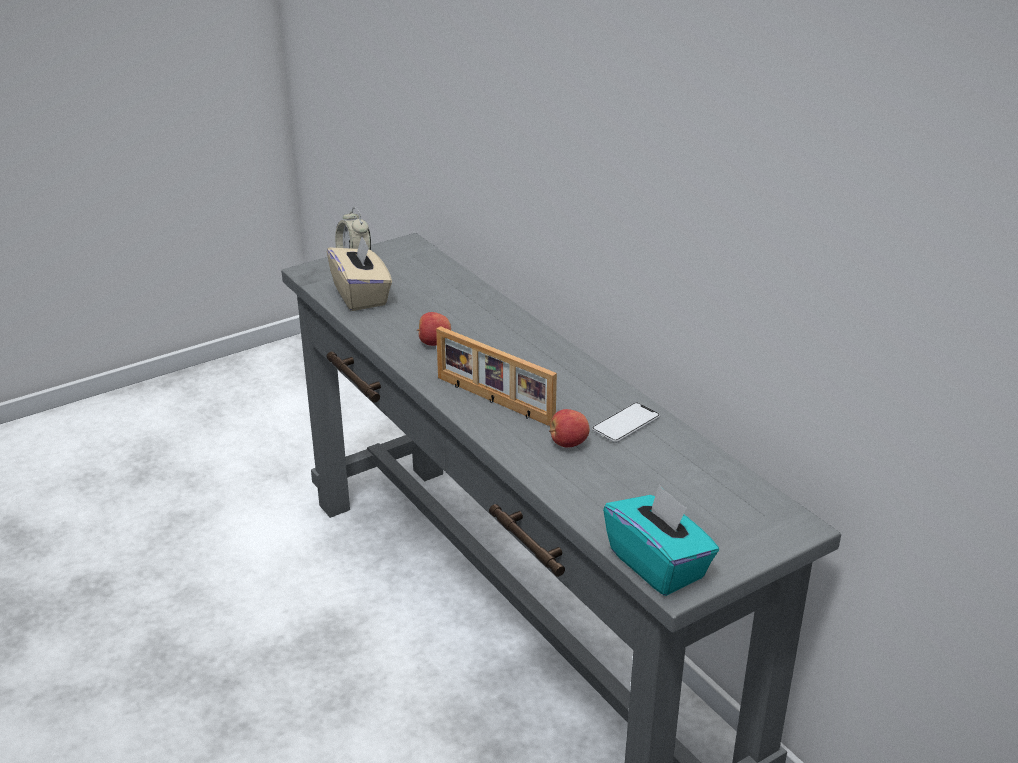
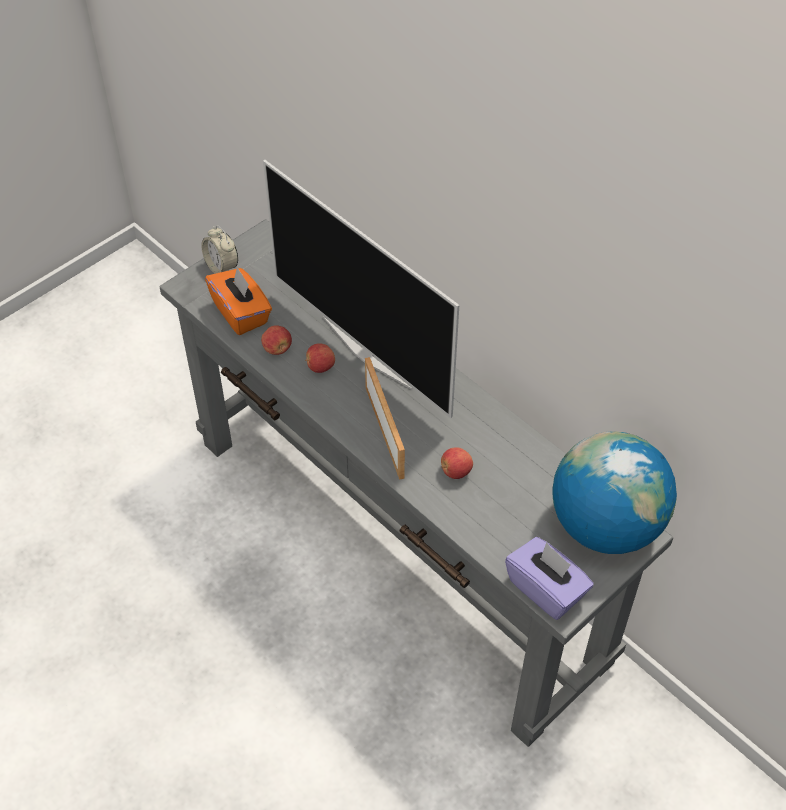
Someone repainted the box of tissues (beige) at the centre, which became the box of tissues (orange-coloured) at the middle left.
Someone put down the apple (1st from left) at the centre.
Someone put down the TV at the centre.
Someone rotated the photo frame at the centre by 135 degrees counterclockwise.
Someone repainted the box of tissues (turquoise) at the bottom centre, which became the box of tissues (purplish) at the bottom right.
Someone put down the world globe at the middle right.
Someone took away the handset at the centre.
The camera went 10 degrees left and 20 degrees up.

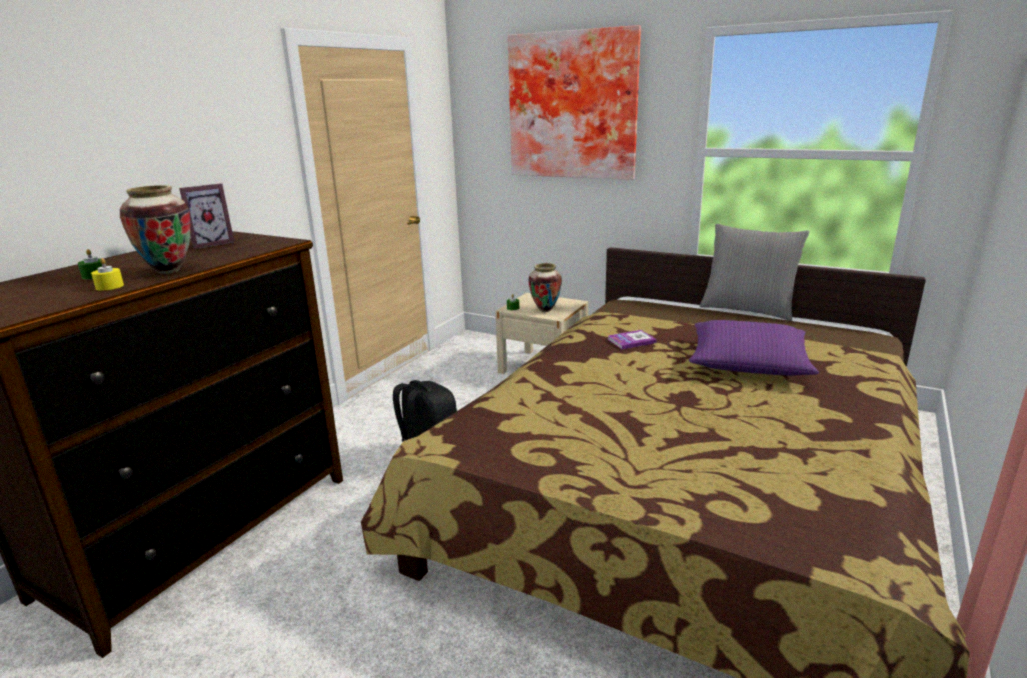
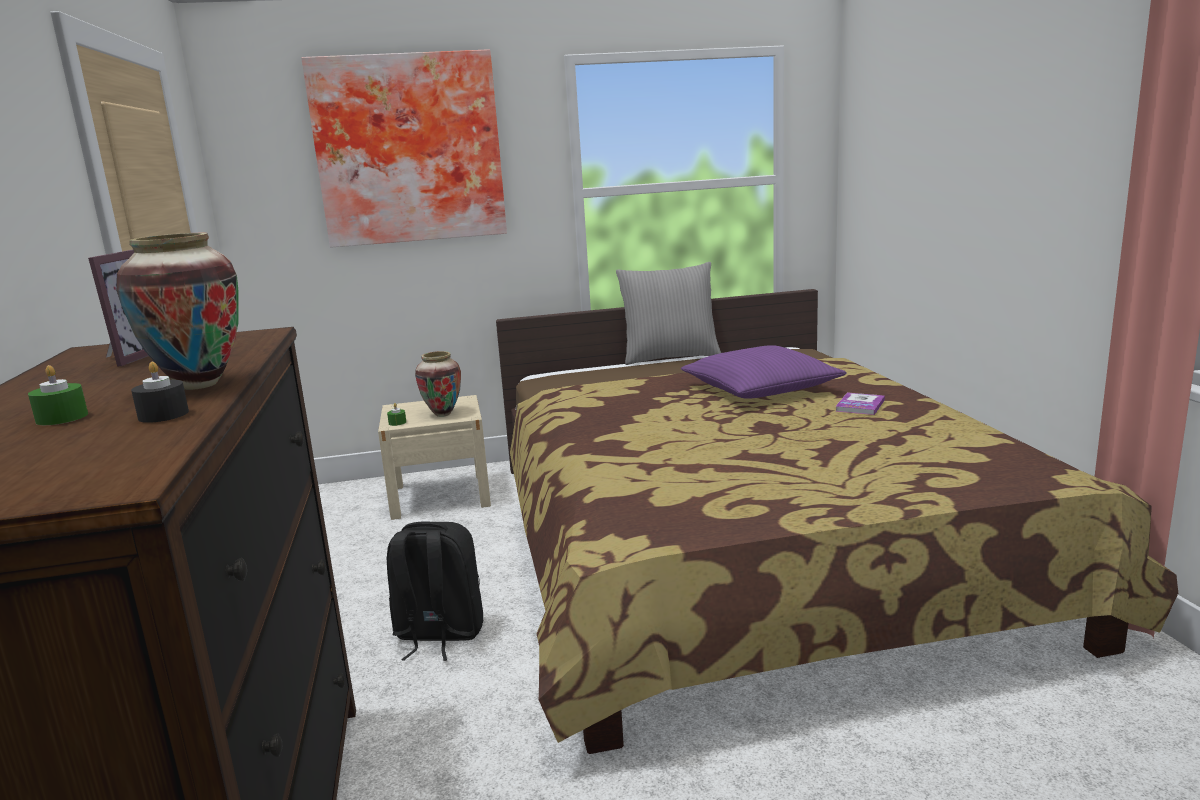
Someone repainted the candle (yellow) at the middle left, which became the candle (blackish) at the middle left.
Someone carried the bound book from the centre to the middle right.
The camera went 40 degrees left and 5 degrees down.

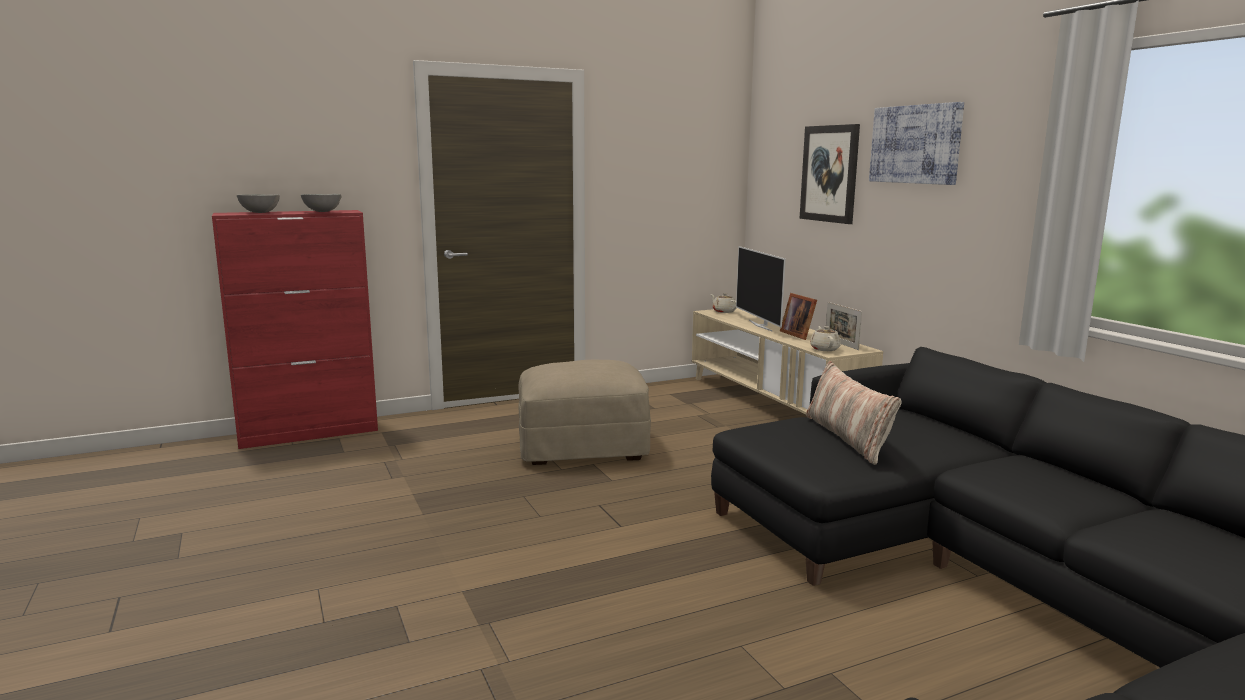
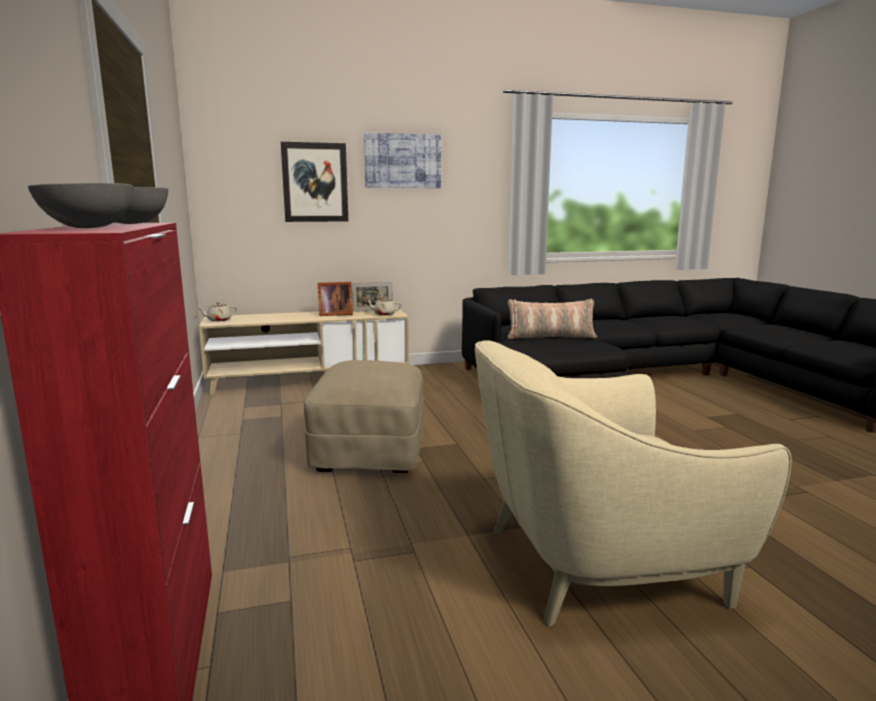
Someone put down the armchair (beige) at the bottom right.
Someone took away the TV at the centre.
The camera went 80 degrees left and 0 degrees up.

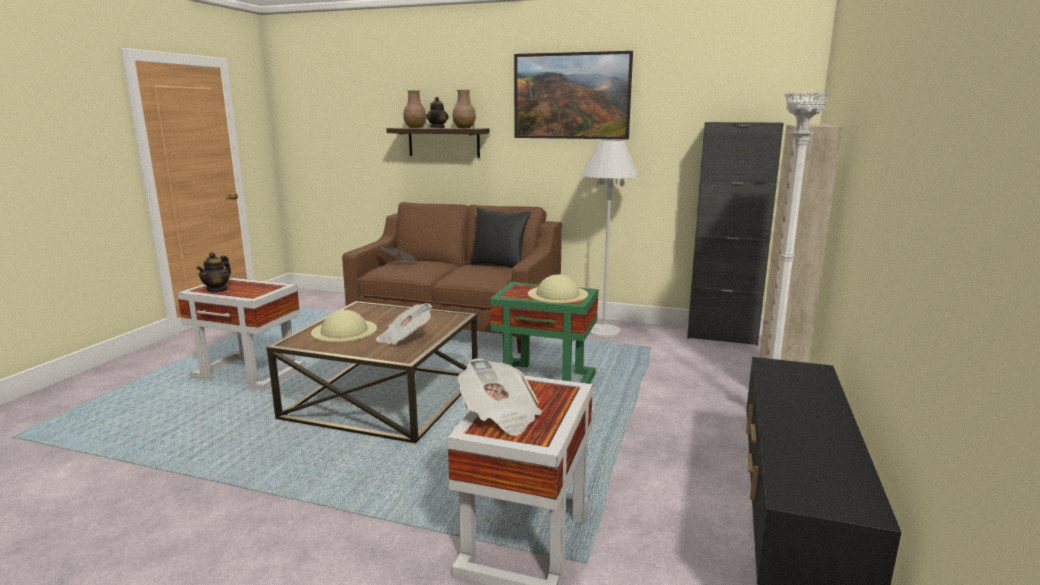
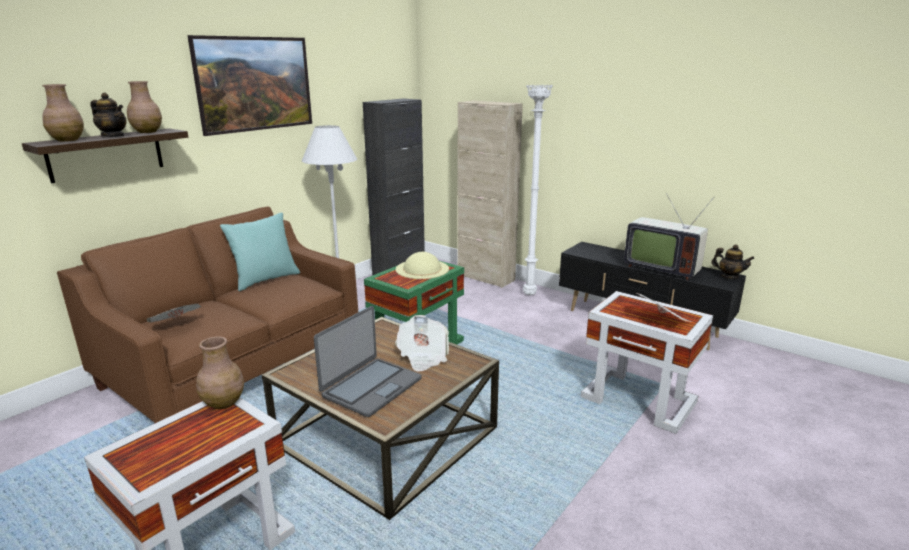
Someone put down the decorative vase (brownish) (3rd from left) at the bottom left.
Someone repainted the cushion (blackish) at the centre, which became the cushion (turquoise) at the middle left.
Someone swapped the wearable hat (beige) (1st from left) at the middle left for the laptop at the centre.
Someone put down the TV at the middle right.
Someone carried the teapot (1st from left in the first image) from the middle left to the middle right.
The camera went 70 degrees left and 5 degrees up.

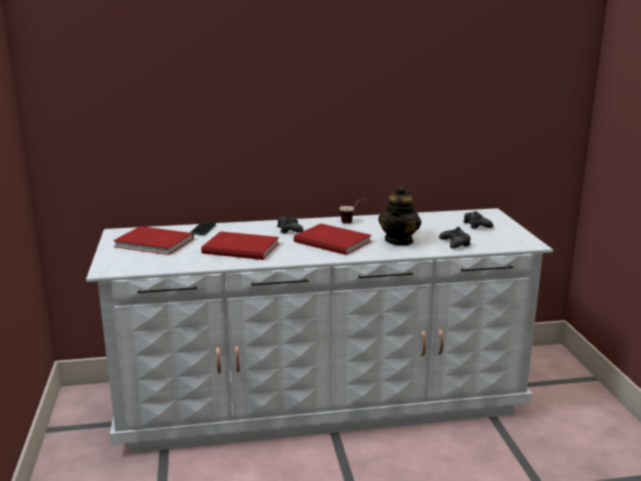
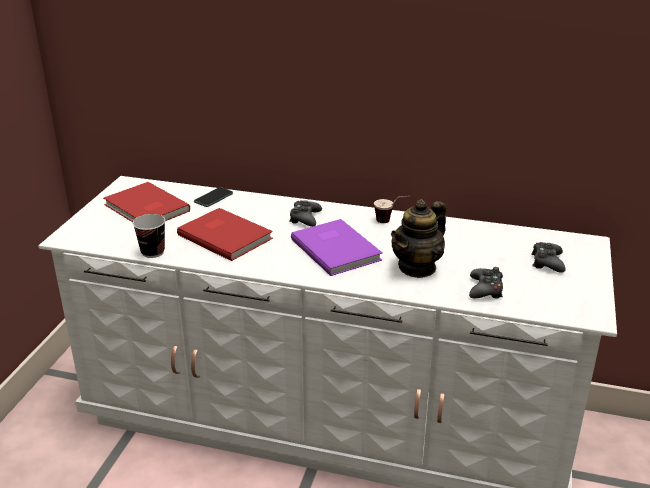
Someone put down the cup (1st from left) at the middle left.
Someone repainted the bound book (red-coloured) (3rd from left) at the centre, which became the bound book (purplish) at the centre.
The camera went 25 degrees right and 10 degrees up.

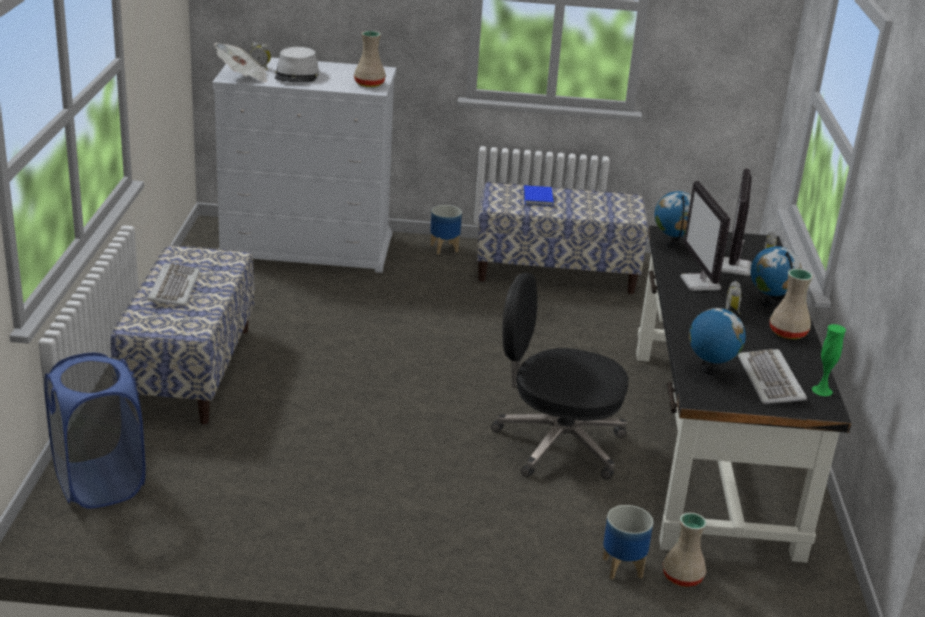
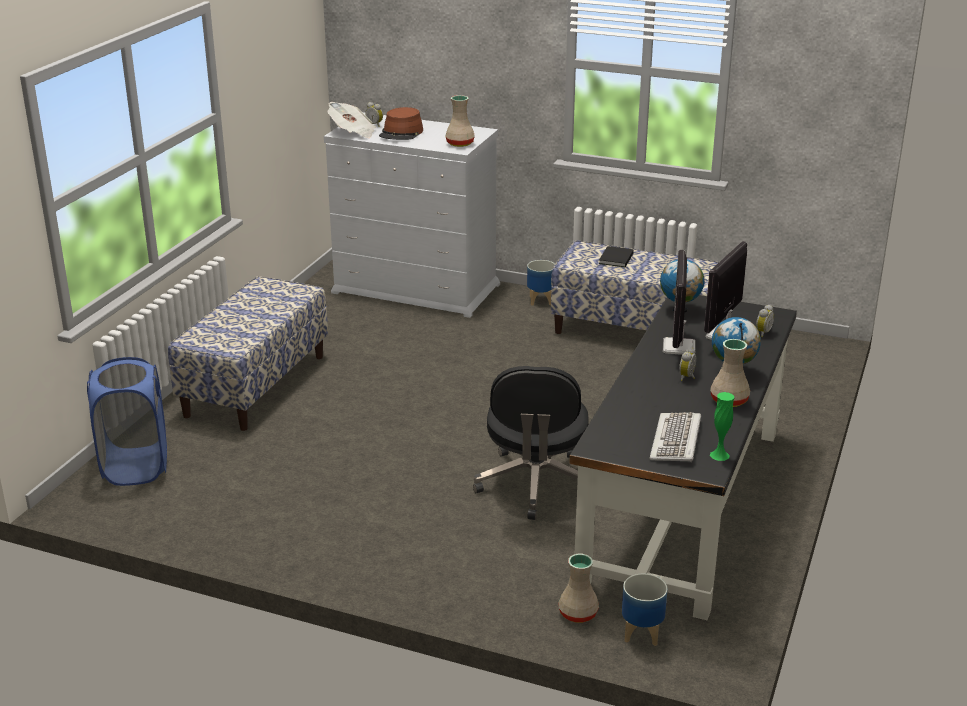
Someone repainted the wearable hat (greyish) at the top left, which became the wearable hat (brownish) at the top centre.
Someone rotated the desk chair (blackish) at the centre by 120 degrees counterclockwise.
Someone repainted the bound book (blue-coloured) at the top centre, which became the bound book (blackish) at the centre.
Someone carried the planter (2nd from left) from the bottom right to the bottom centre.
Someone took away the keyboard (1st from left) at the middle left.
Someone took away the world globe (2nd from left) at the middle right.
The camera went 20 degrees right and 0 degrees up.

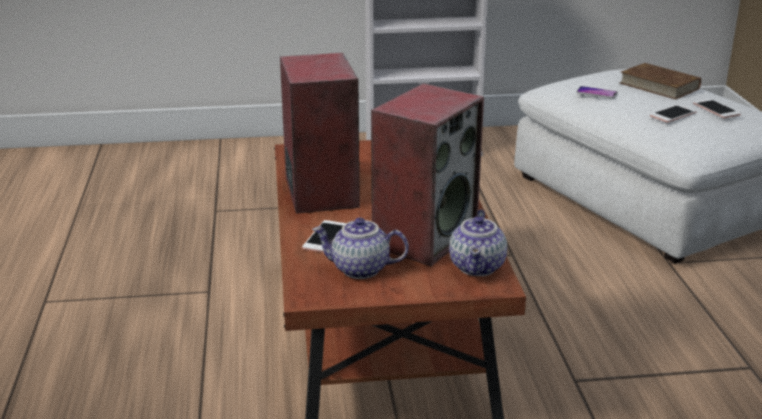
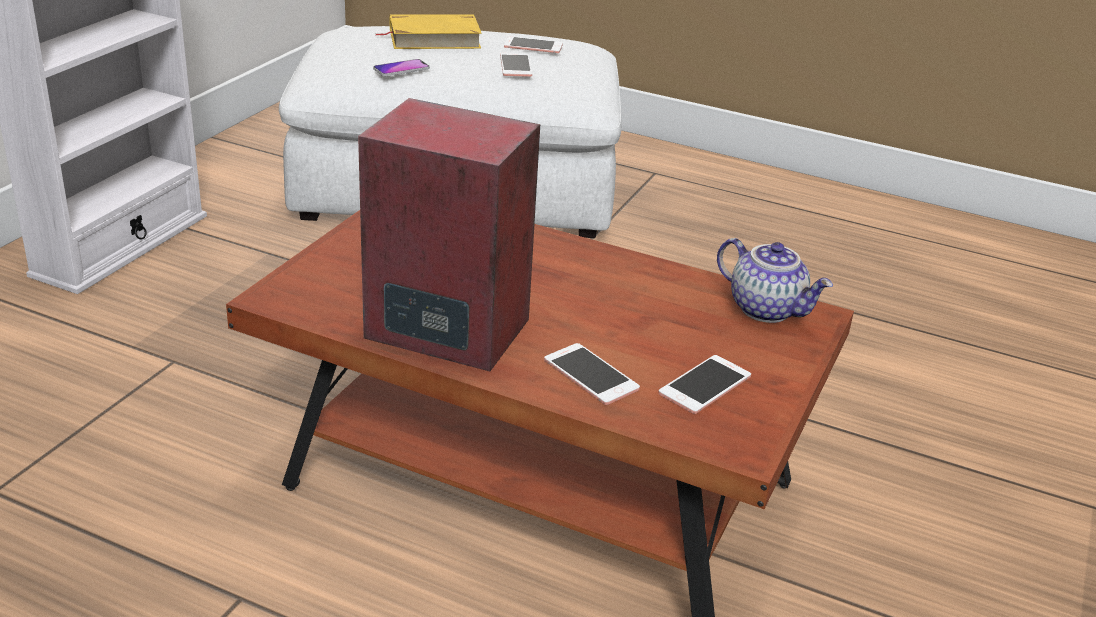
Someone repainted the bound book (brownish) at the top right, which became the bound book (yellow) at the top centre.
Someone swapped the teapot (1st from left) at the centre for the handset (5th from left) at the centre.
Someone took away the audio speaker (2nd from left) at the centre.
The camera went 60 degrees left and 5 degrees up.

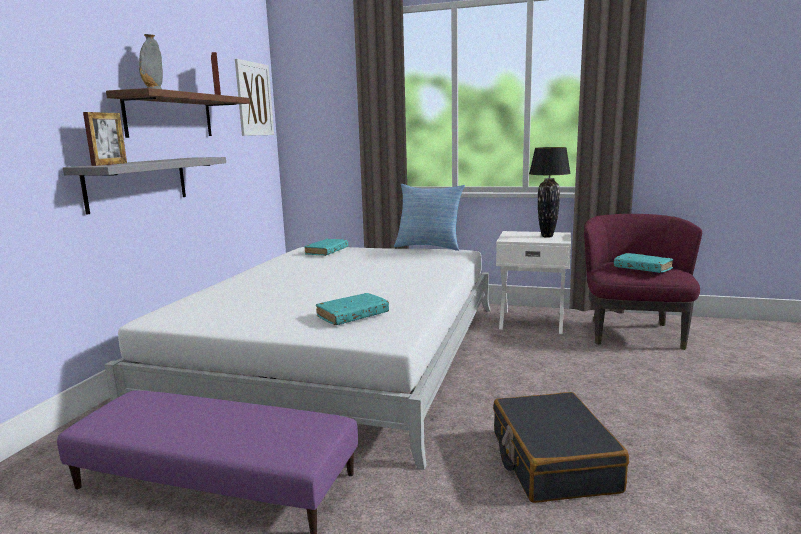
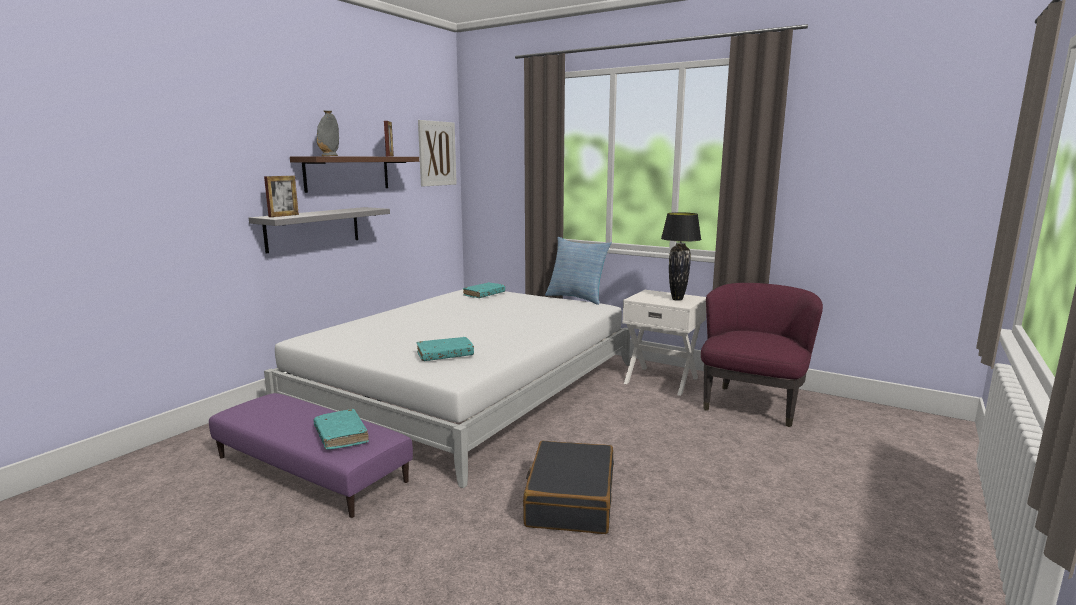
Someone carried the bound book (turquoise) (3rd from left in the first image) from the middle right to the bottom left.
The camera went 15 degrees right and 0 degrees up.

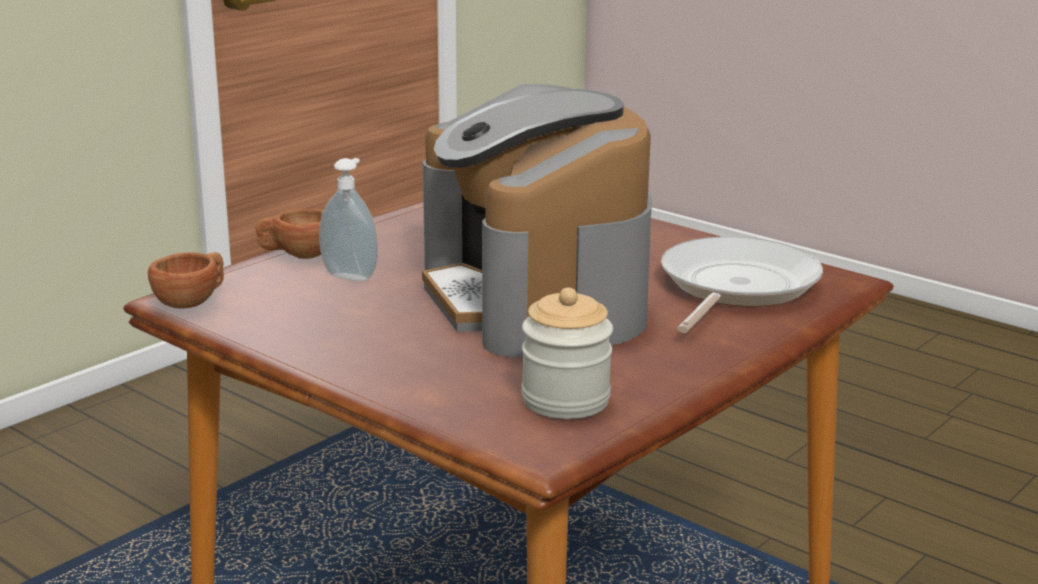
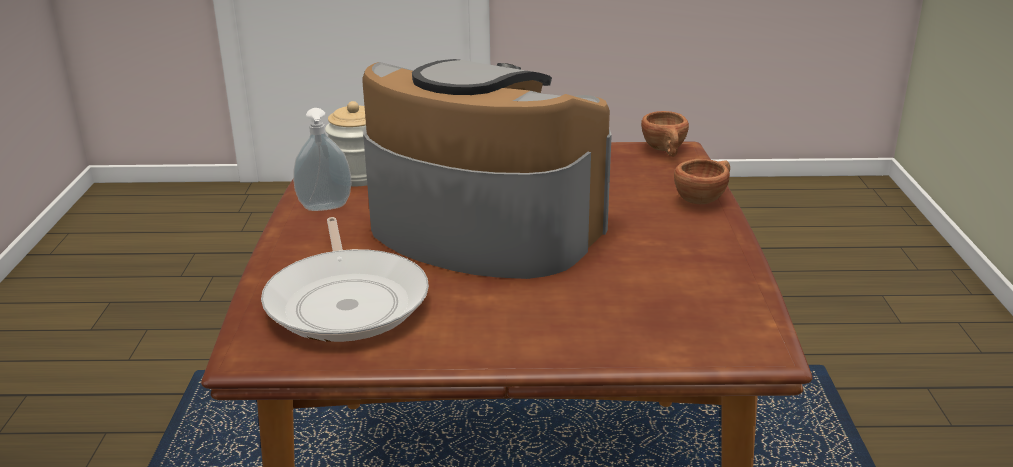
Someone carried the soap bottle from the centre to the middle left.
The camera went 140 degrees right and 5 degrees up.

